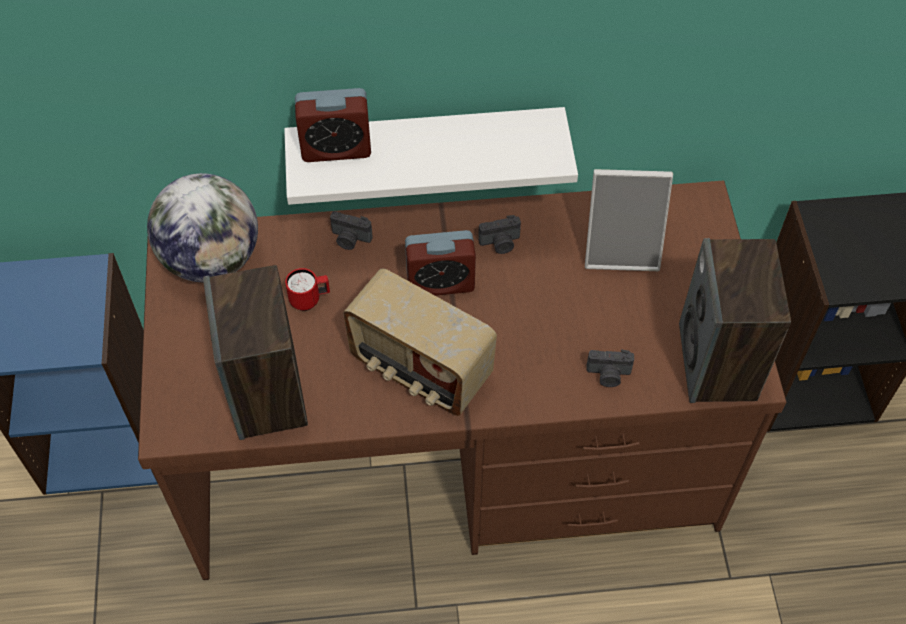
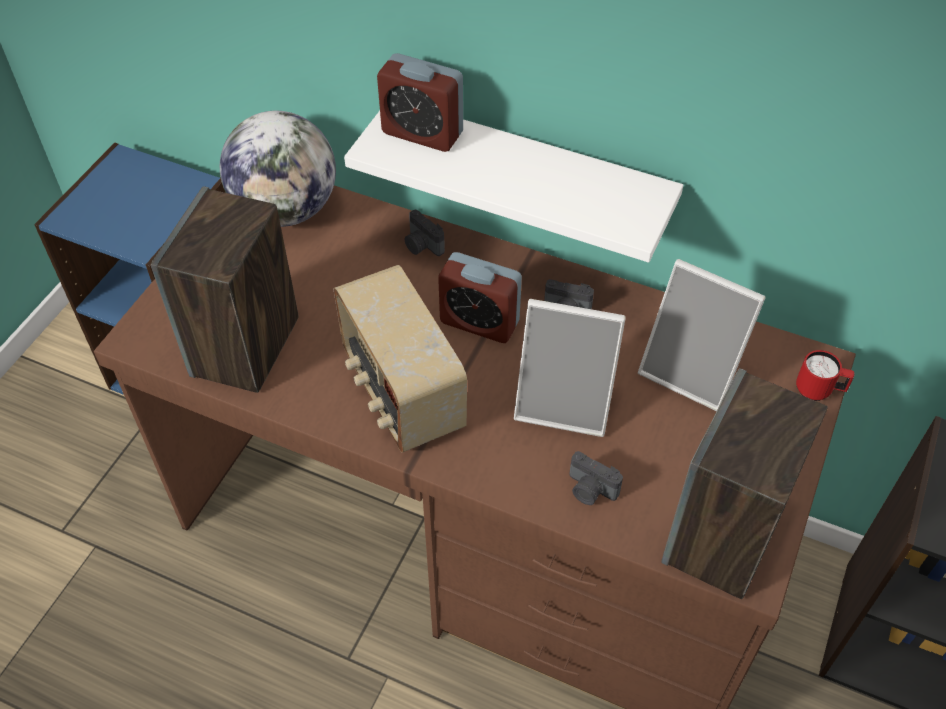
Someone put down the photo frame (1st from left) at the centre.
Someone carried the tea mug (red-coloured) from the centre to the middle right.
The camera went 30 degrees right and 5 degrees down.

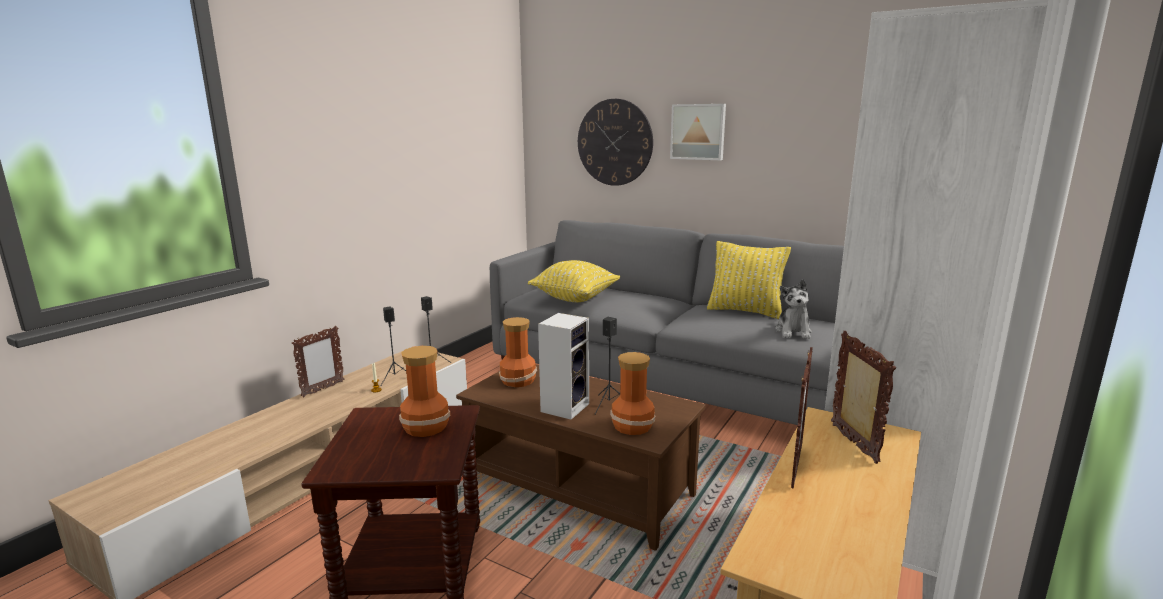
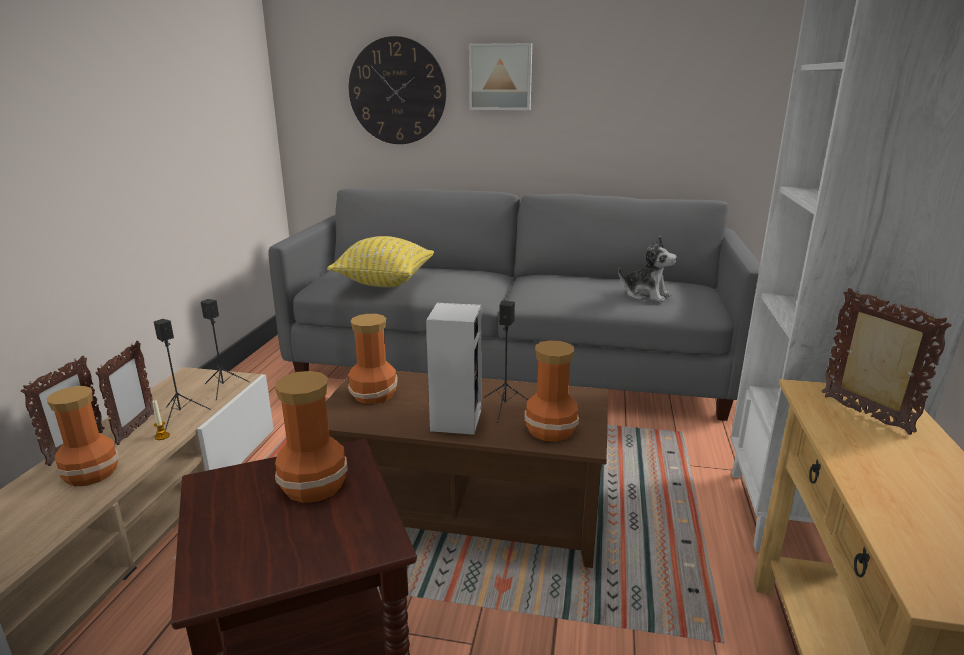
Someone put down the decorative vase (1st from left) at the middle left.
Someone carried the photo frame (2nd from left) from the bottom right to the middle left.
Someone rotated the cuddly toy at the middle right by 45 degrees counterclockwise.
Someone took away the cushion (yellow) (2nd from left) at the centre.
The camera went 20 degrees left and 5 degrees up.

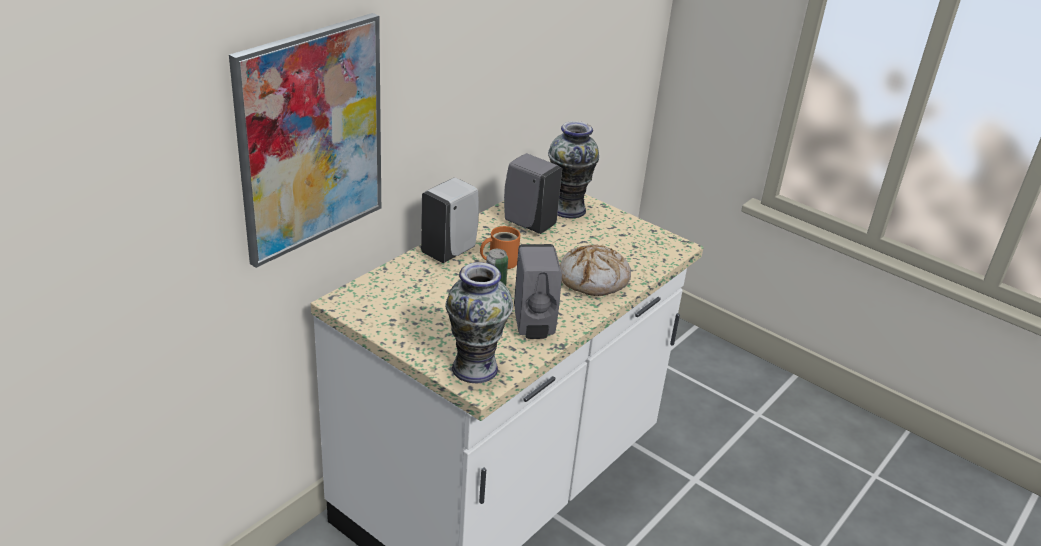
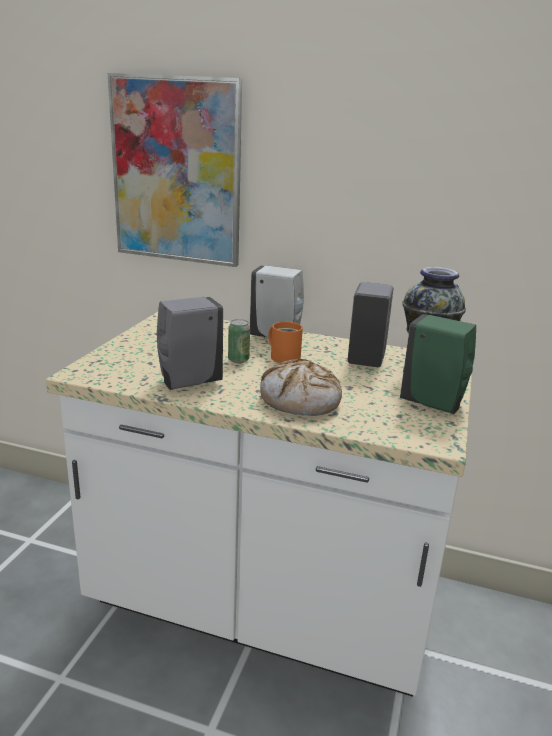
Someone put down the soap bottle (green-coloured) at the middle right.
Someone took away the decorative vase (1st from left) at the centre.
The camera went 70 degrees right and 10 degrees down.

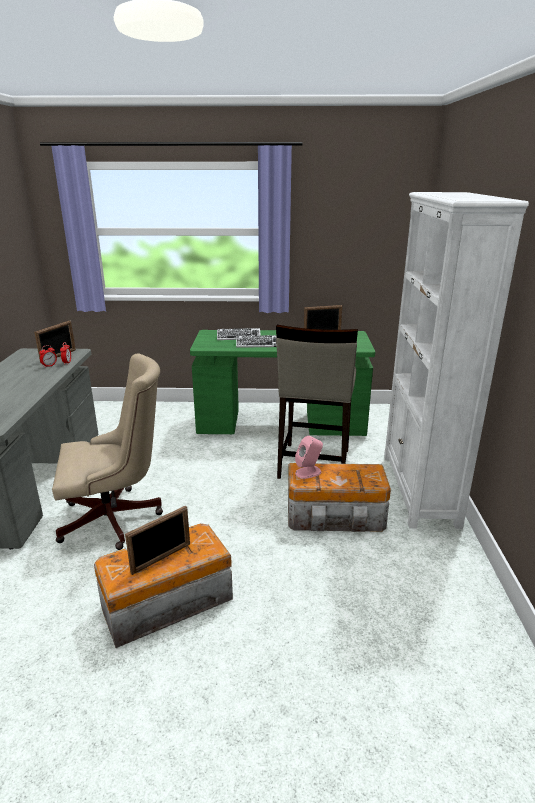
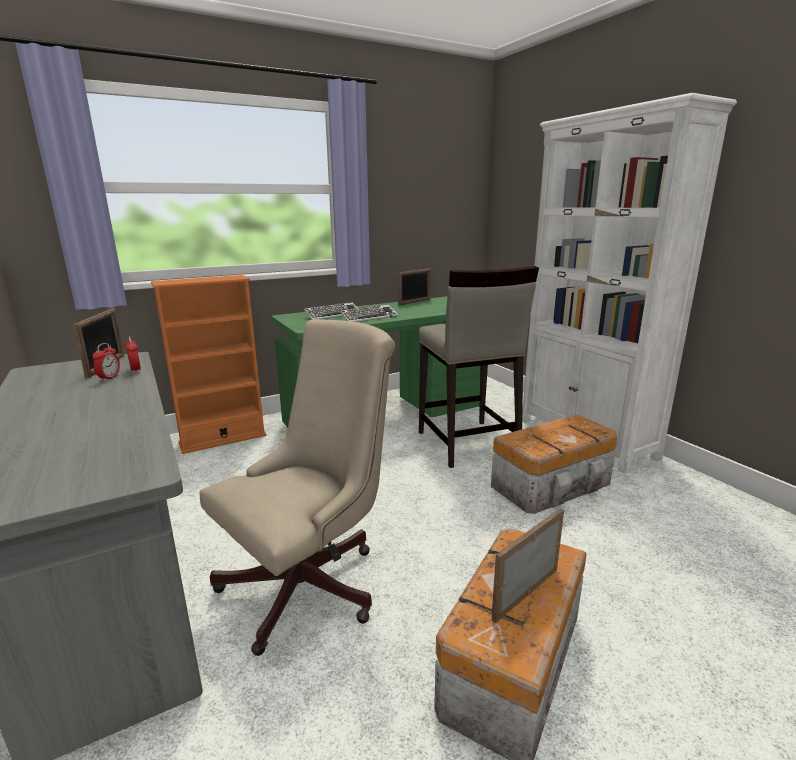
Someone put down the shelving unit (orange-coloured) at the middle left.
Someone rotated the photo frame (2nd from left in the first image) at the bottom left by 150 degrees counterclockwise.
Someone took away the audio speaker (pinkish) at the centre.
The camera went 30 degrees left and 5 degrees down.

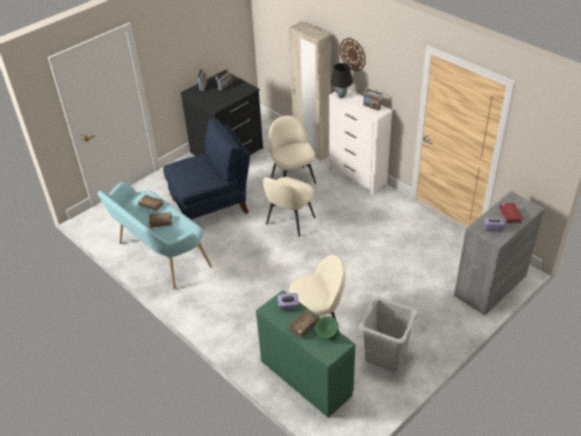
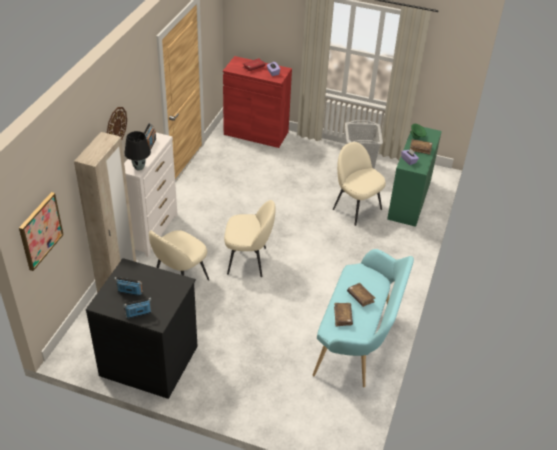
Someone put up the picture at the middle left.
Someone repainted the cabinet (greyish) at the middle right, which became the cabinet (red-coloured) at the top centre.
Someone took away the armchair (blue-coloured) at the centre.
The camera went 120 degrees left and 0 degrees up.

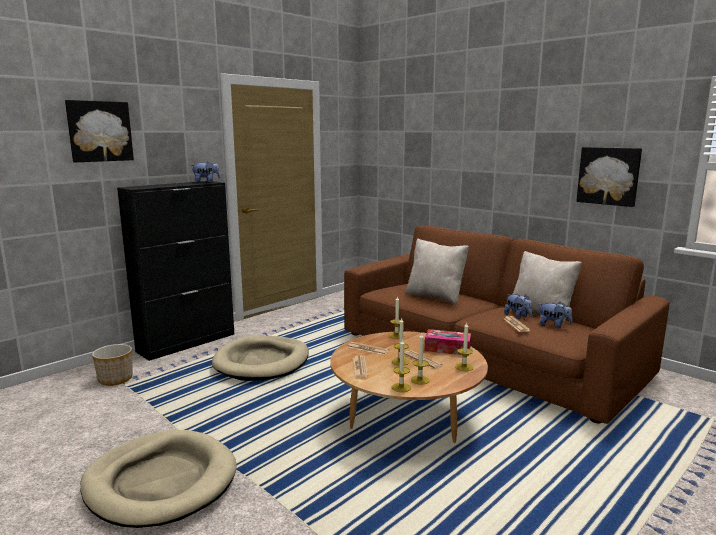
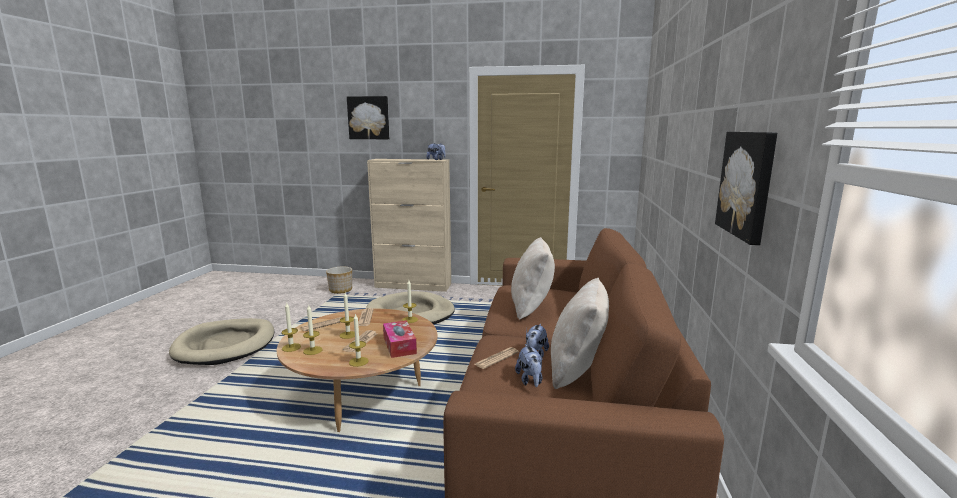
Someone repainted the cabinet (blackish) at the middle left, which became the cabinet (beige) at the centre.
The camera went 55 degrees right and 0 degrees up.

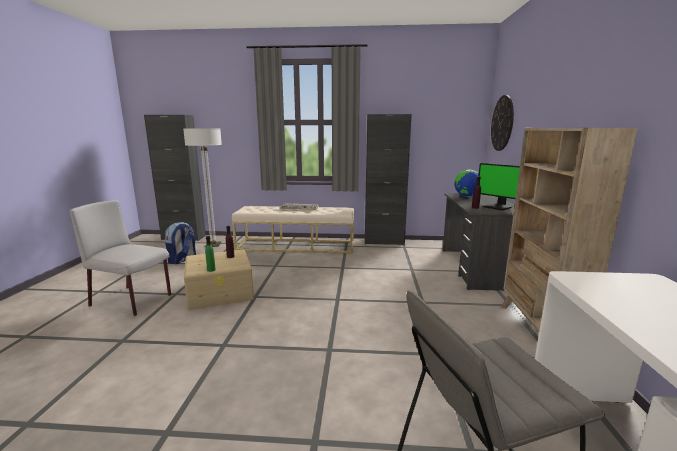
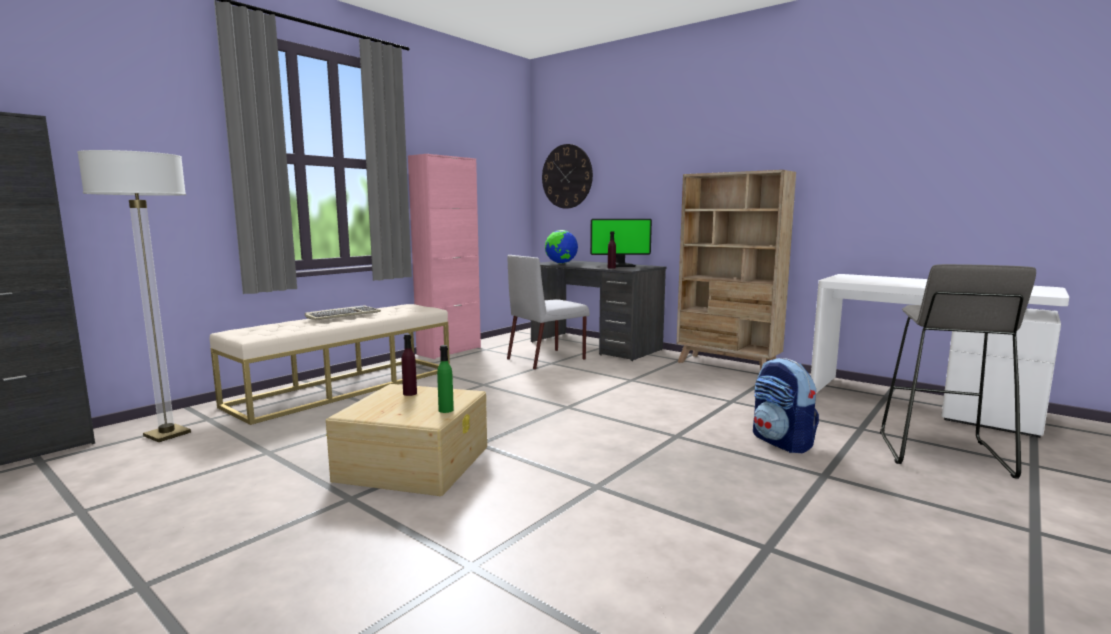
Someone repainted the cabinet (blackish) (2nd from left) at the centre, which became the cabinet (pinkish) at the centre.
Someone carried the upright chair (greyish) from the middle left to the centre.
Someone carried the knapsack from the middle left to the middle right.
The camera went 55 degrees left and 5 degrees down.

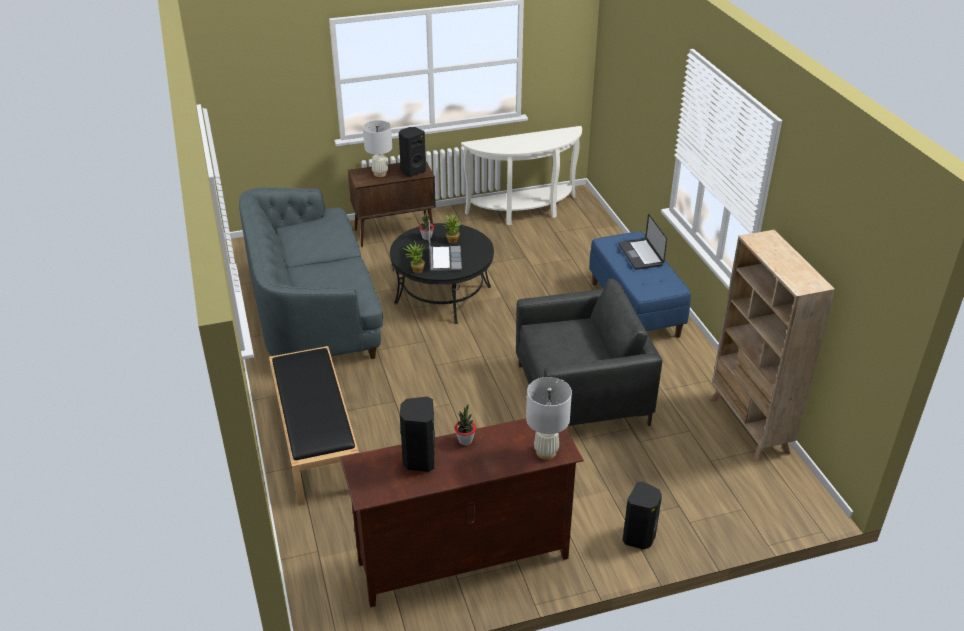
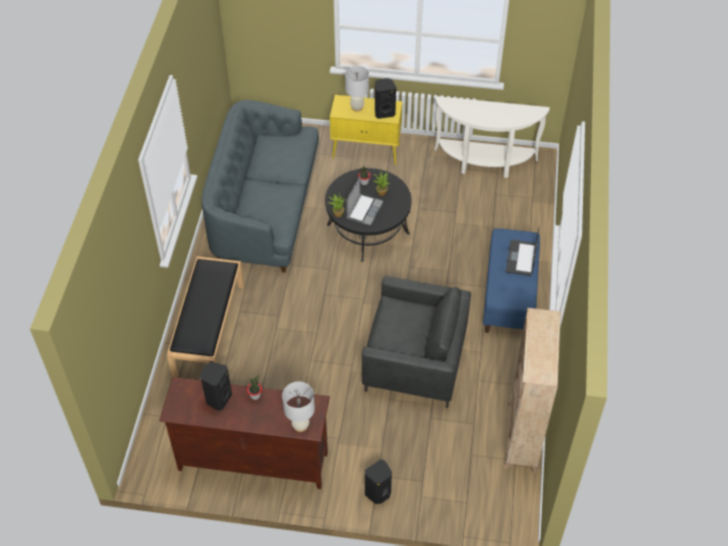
Someone repainted the cabinet (brownish) at the top centre, which became the cabinet (yellow) at the top centre.
The camera went 25 degrees right and 15 degrees up.

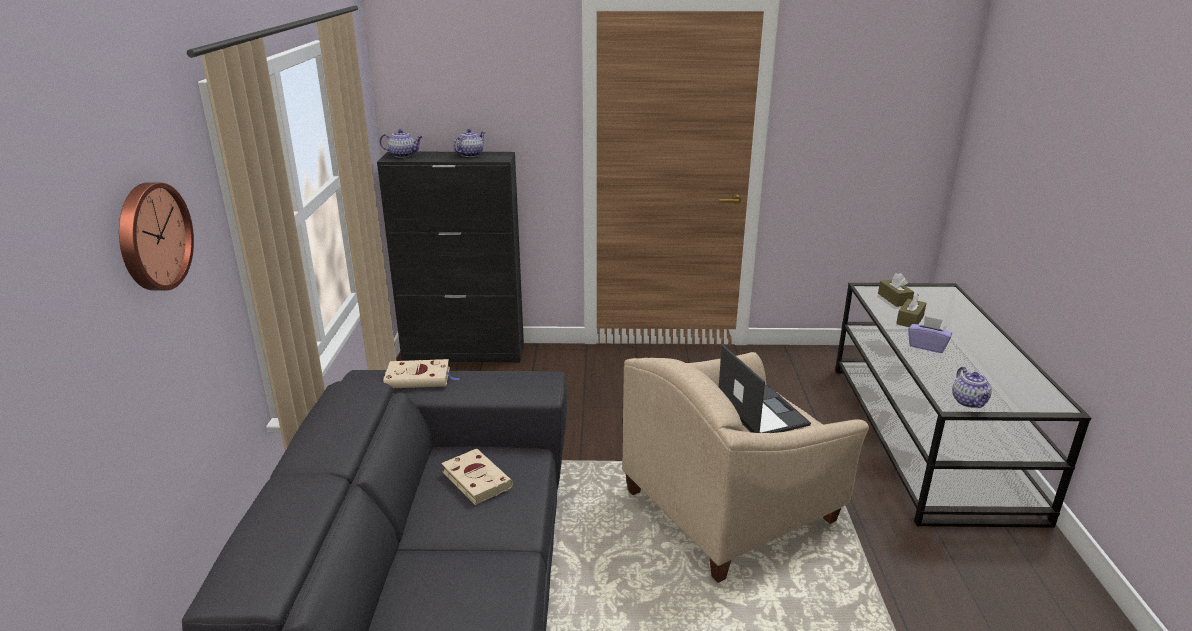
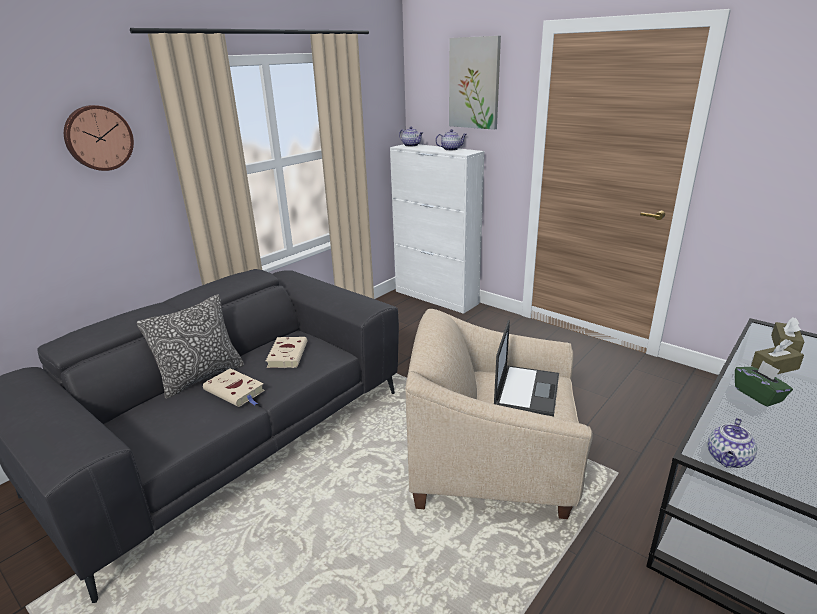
Someone put down the cushion at the middle left.
Someone carried the bound book (beige) (1st from left) from the centre to the middle left.
Someone repainted the cabinet (blackish) at the centre, which became the cabinet (whitish) at the centre.
Someone put up the picture at the top centre.
Someone repainted the box of tissues (purplish) at the middle right, which became the box of tissues (green-coloured) at the middle right.
The camera went 40 degrees right and 0 degrees up.

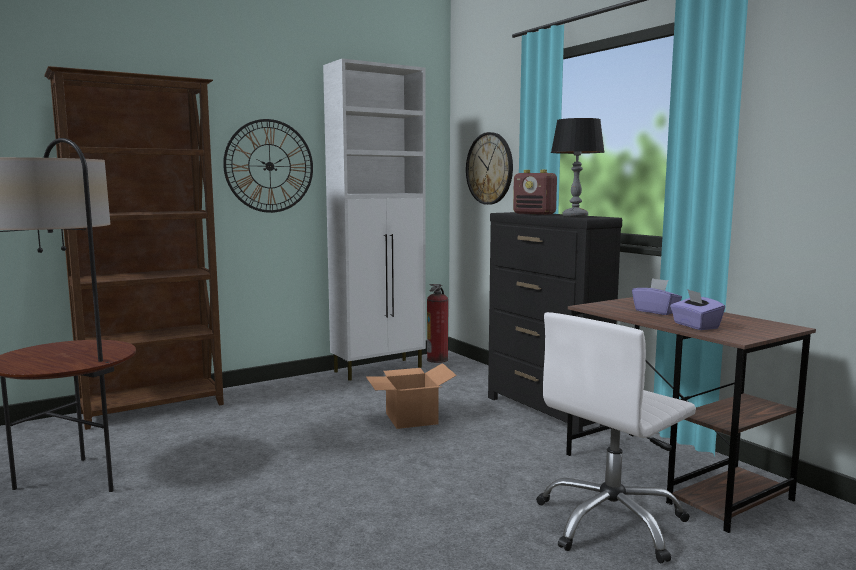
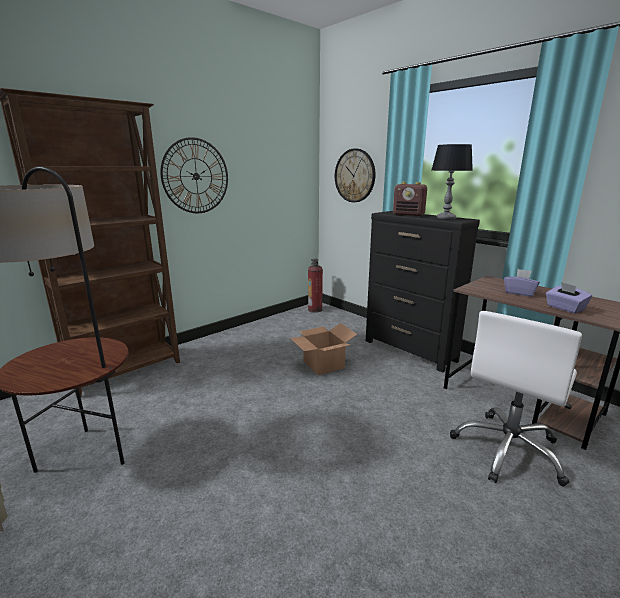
Someone took away the cabinet (whitish) at the centre.
The camera went 10 degrees left and 10 degrees up.

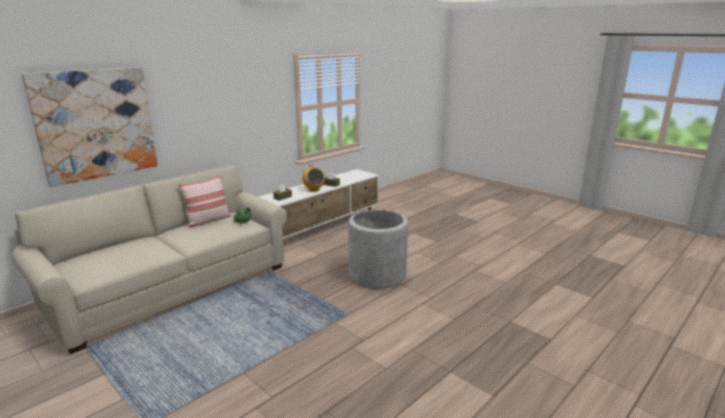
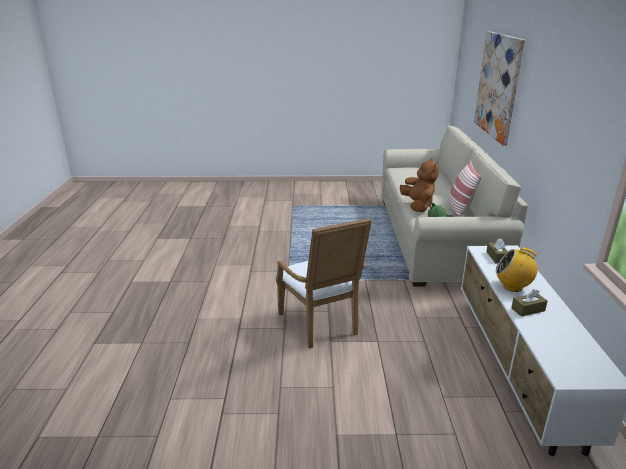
Someone swapped the planter (greyish) at the centre for the armchair (whitish) at the centre.
Someone put down the cuddly toy (brownish) at the middle right.
The camera went 135 degrees right and 5 degrees up.

